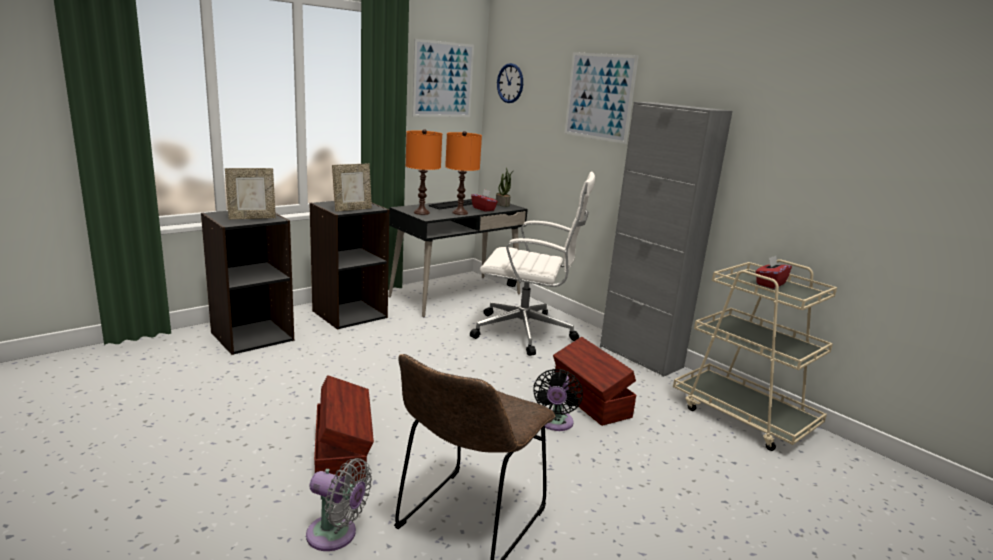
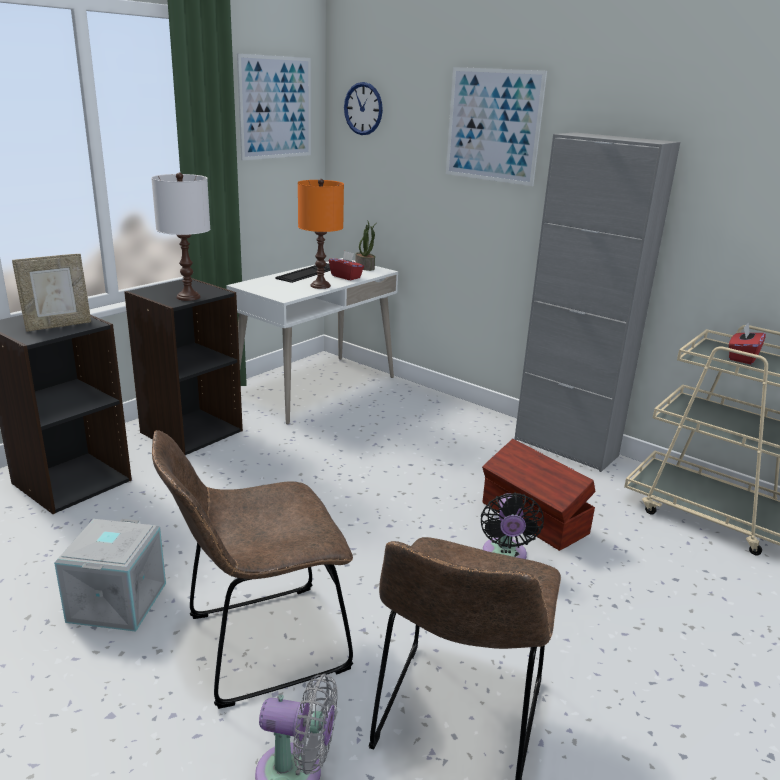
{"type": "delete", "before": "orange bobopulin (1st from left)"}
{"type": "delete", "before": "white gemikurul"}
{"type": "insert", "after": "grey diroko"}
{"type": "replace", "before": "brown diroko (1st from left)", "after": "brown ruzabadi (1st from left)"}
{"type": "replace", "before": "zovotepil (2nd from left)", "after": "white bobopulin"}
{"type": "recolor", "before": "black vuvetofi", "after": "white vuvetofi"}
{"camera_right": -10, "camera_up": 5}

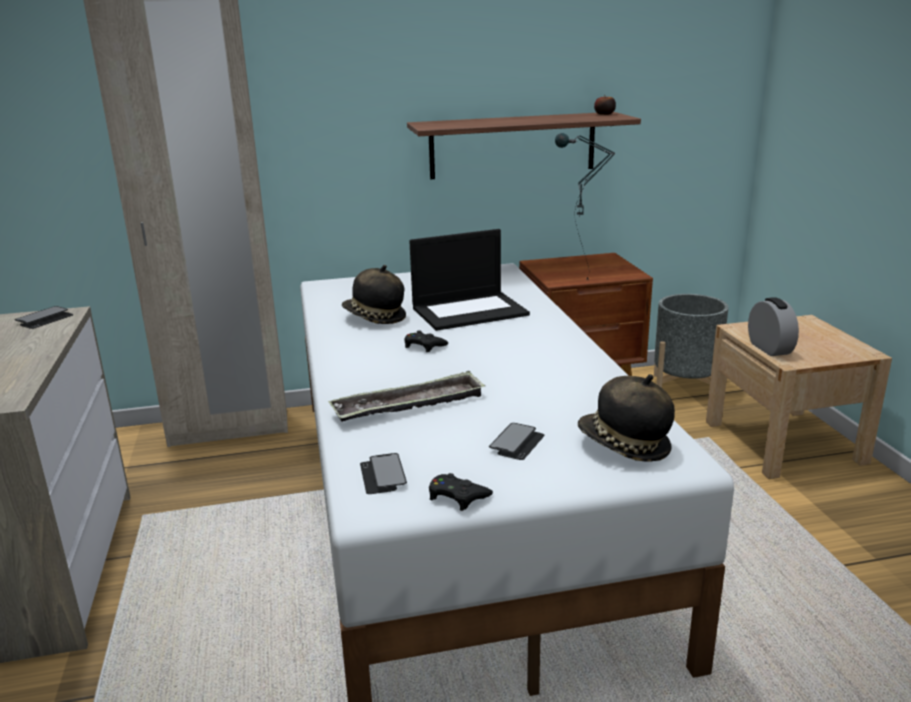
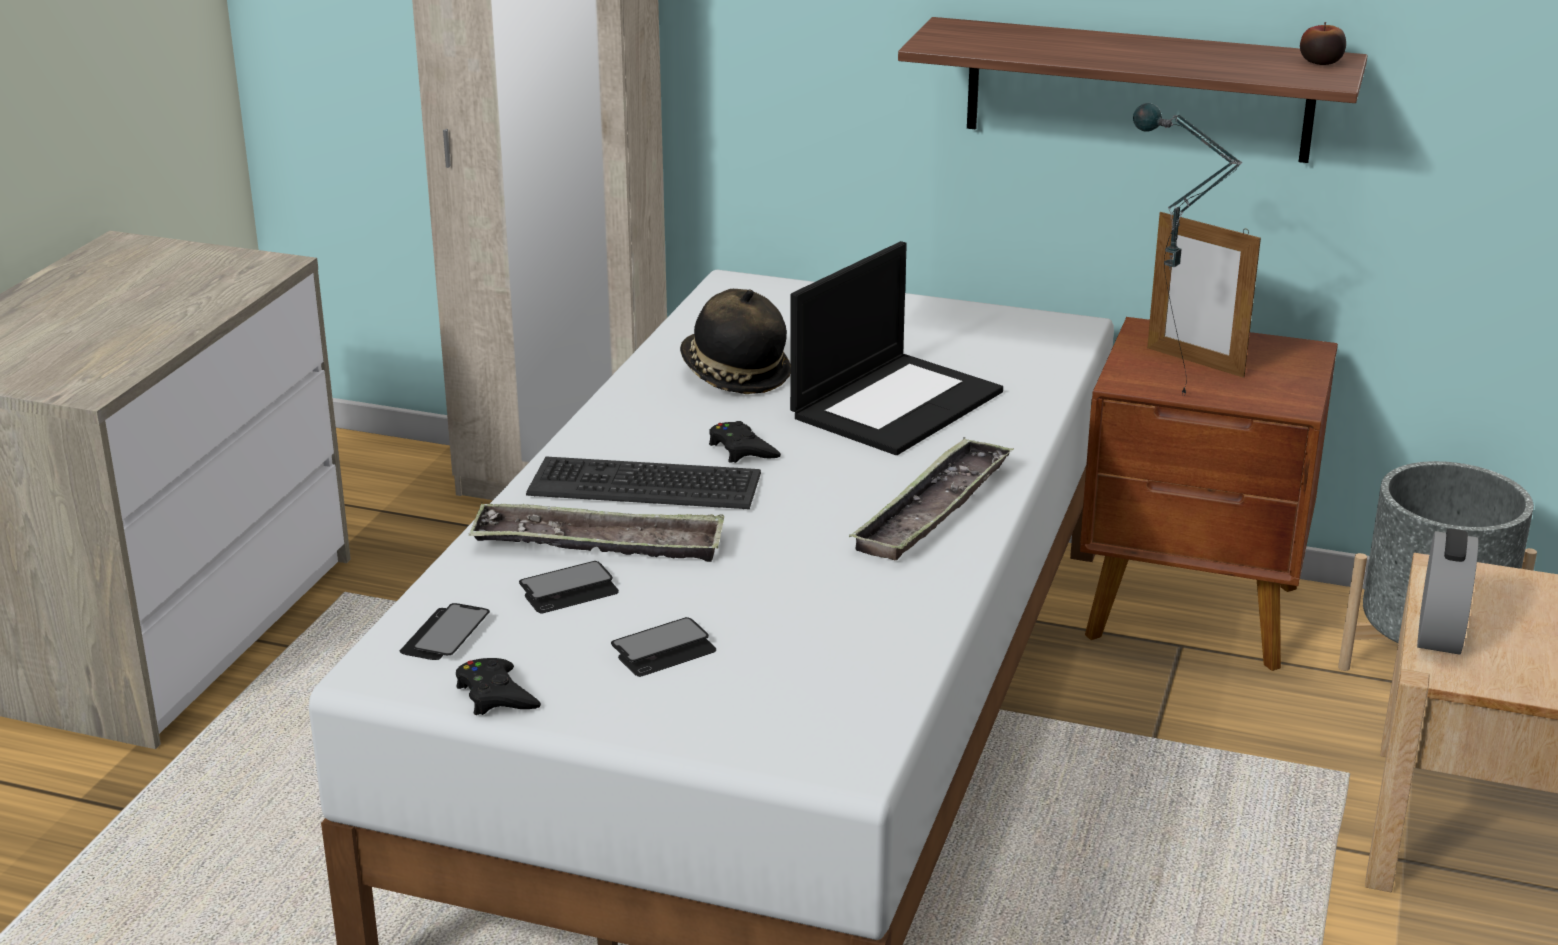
{"type": "delete", "before": "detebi (2nd from left)"}
{"type": "insert", "after": "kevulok"}
{"type": "insert", "after": "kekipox (2nd from left)"}
{"type": "insert", "after": "zovotepil"}
{"type": "move", "before": "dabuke (1st from left in the first image)", "after": "dabuke (2nd from left)"}
{"type": "rotate", "before": "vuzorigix", "turn": -60}
{"camera_right": 30, "camera_up": 5}

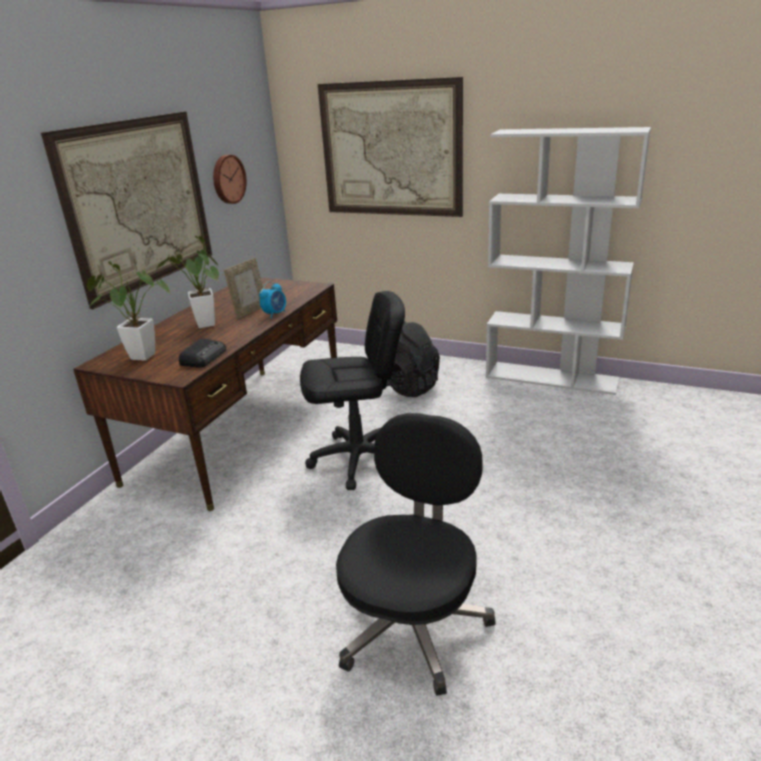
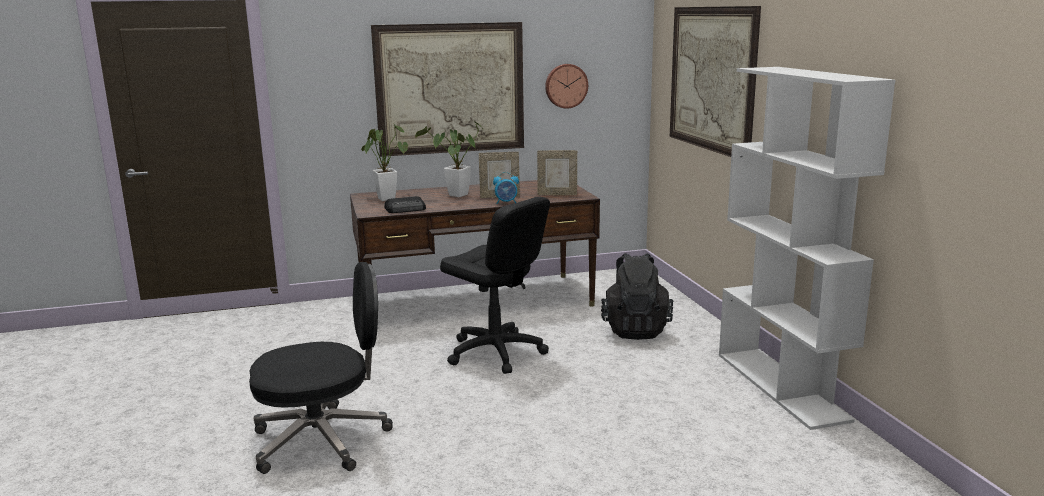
{"type": "insert", "after": "zovotepil (2nd from left)"}
{"camera_right": 50, "camera_up": -10}

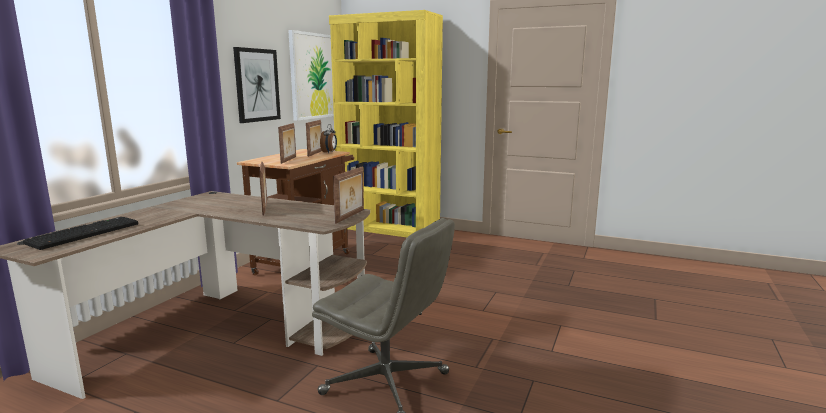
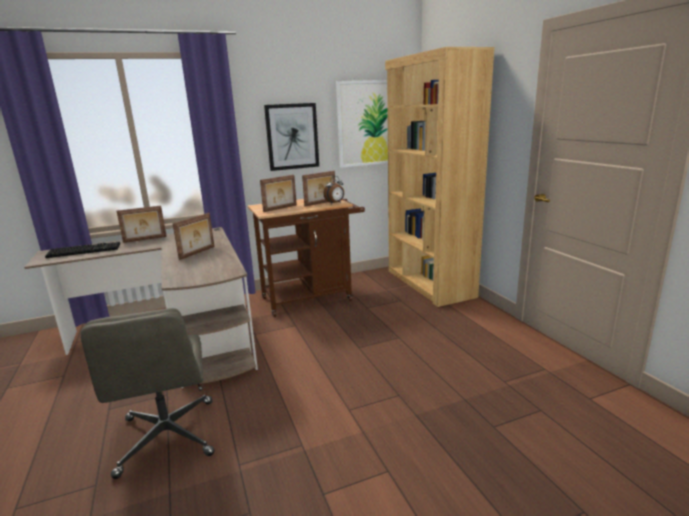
{"type": "move", "before": "zovotepil (4th from left in the first image)", "after": "zovotepil (1st from left)"}
{"type": "recolor", "before": "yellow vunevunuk", "after": "brown vunevunuk"}
{"camera_right": 45, "camera_up": 5}

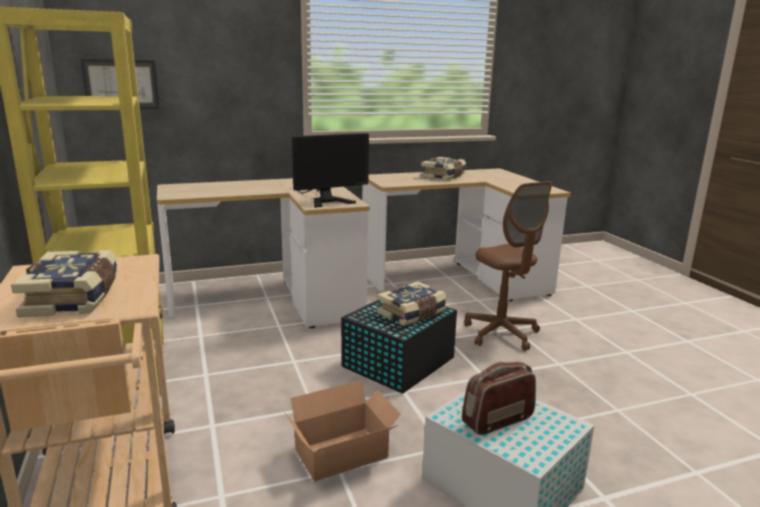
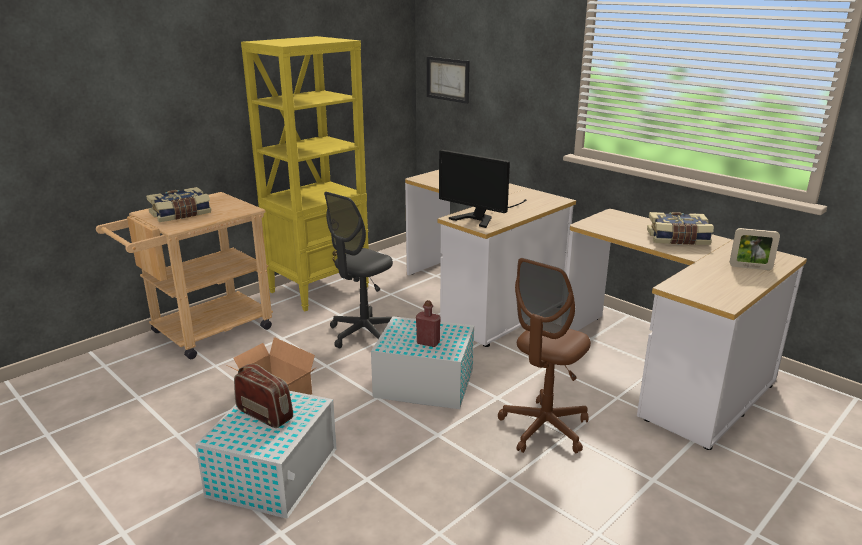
{"type": "insert", "after": "grey gemikurul"}
{"type": "insert", "after": "zovotepil"}
{"type": "replace", "before": "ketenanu (2nd from left)", "after": "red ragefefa"}
{"type": "recolor", "before": "black diroko", "after": "white diroko (2nd from left)"}
{"camera_right": 65, "camera_up": 5}

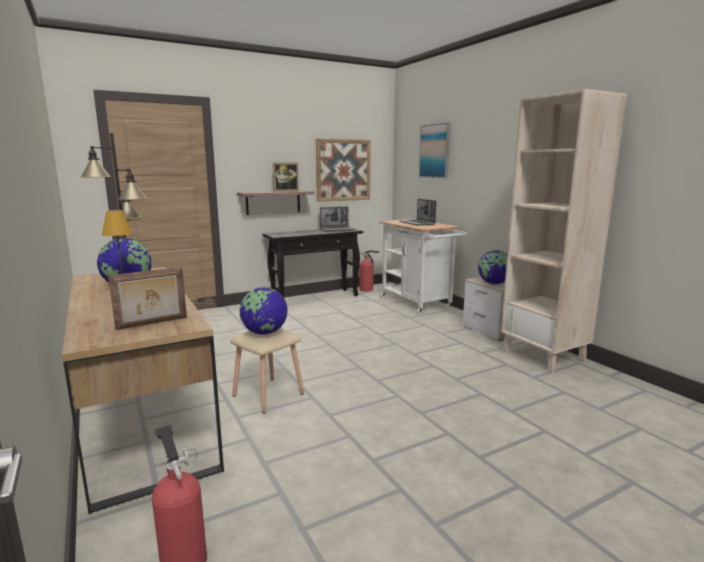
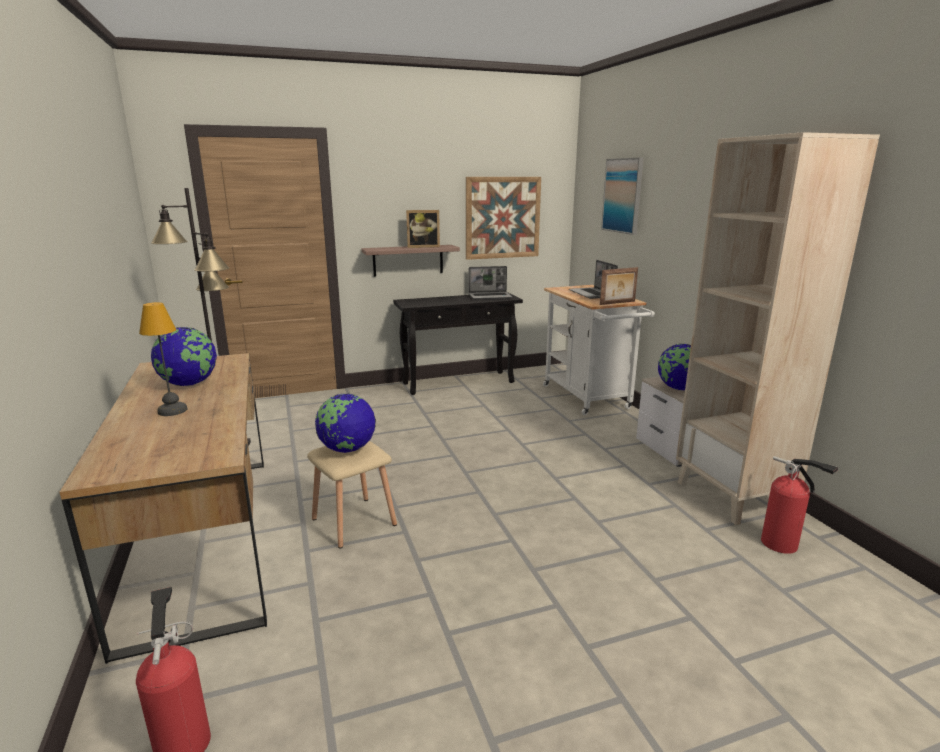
{"type": "move", "before": "zovotepil (1st from left in the first image)", "after": "zovotepil (2nd from left)"}
{"type": "move", "before": "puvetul (2nd from left)"}
{"camera_right": 10, "camera_up": 5}

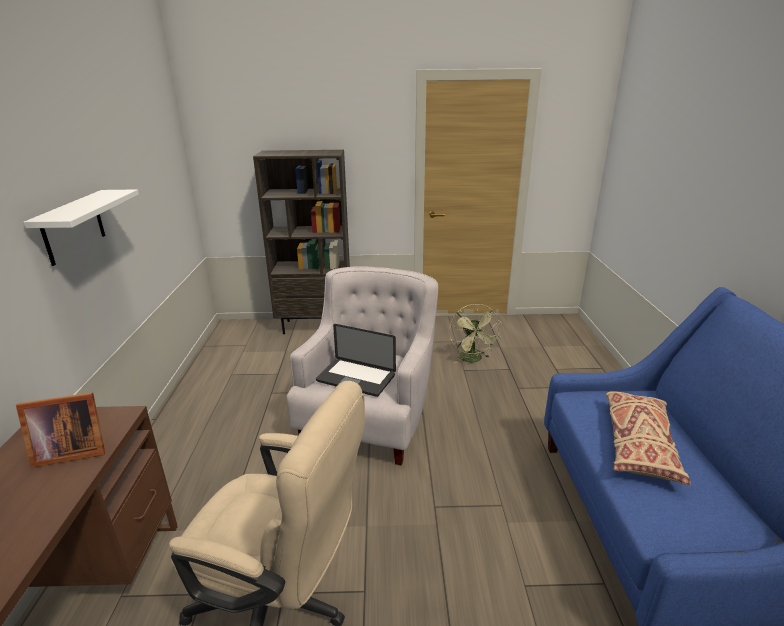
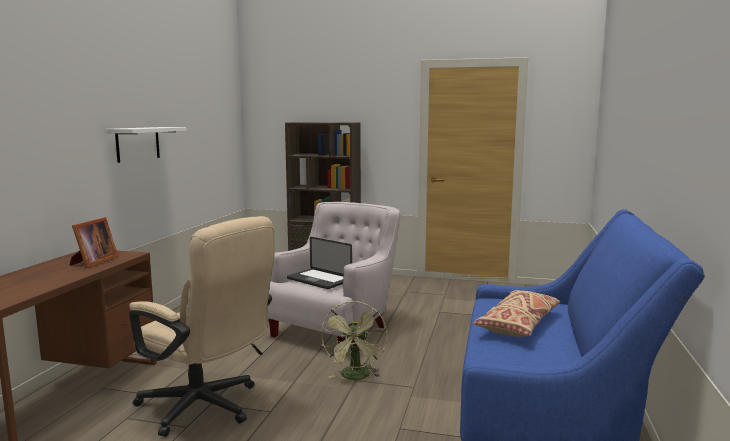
{"type": "move", "before": "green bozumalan"}
{"type": "rotate", "before": "zovotepil", "turn": -75}
{"camera_right": 15, "camera_up": -15}

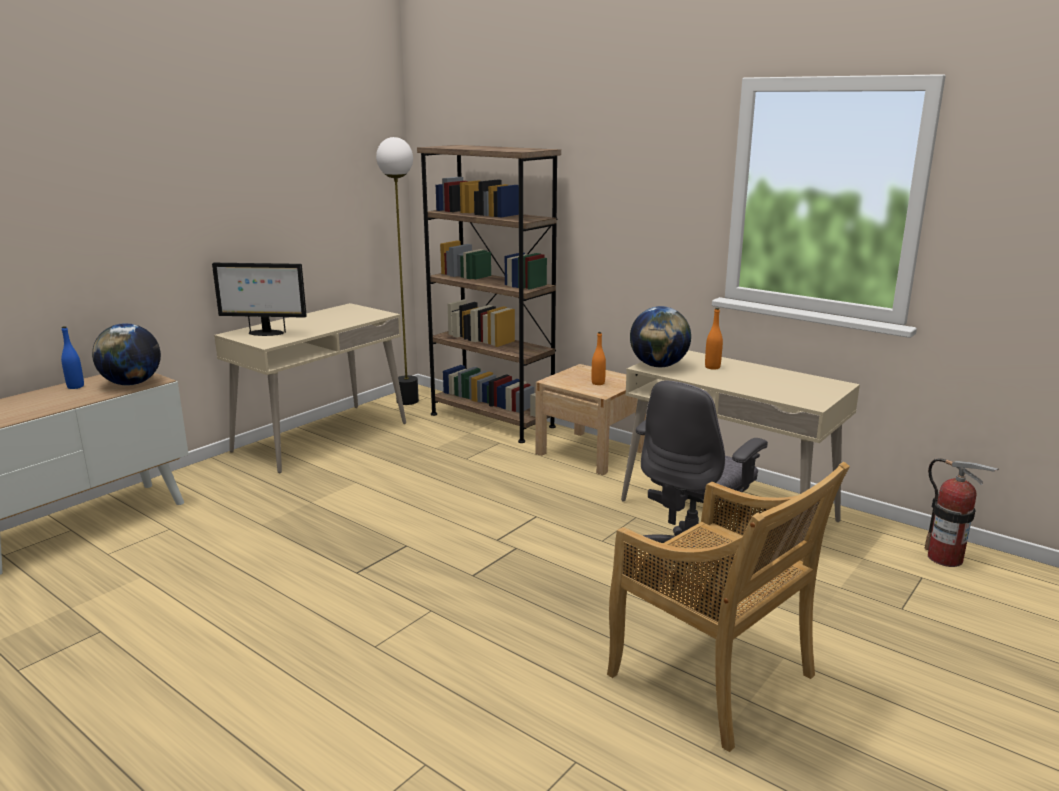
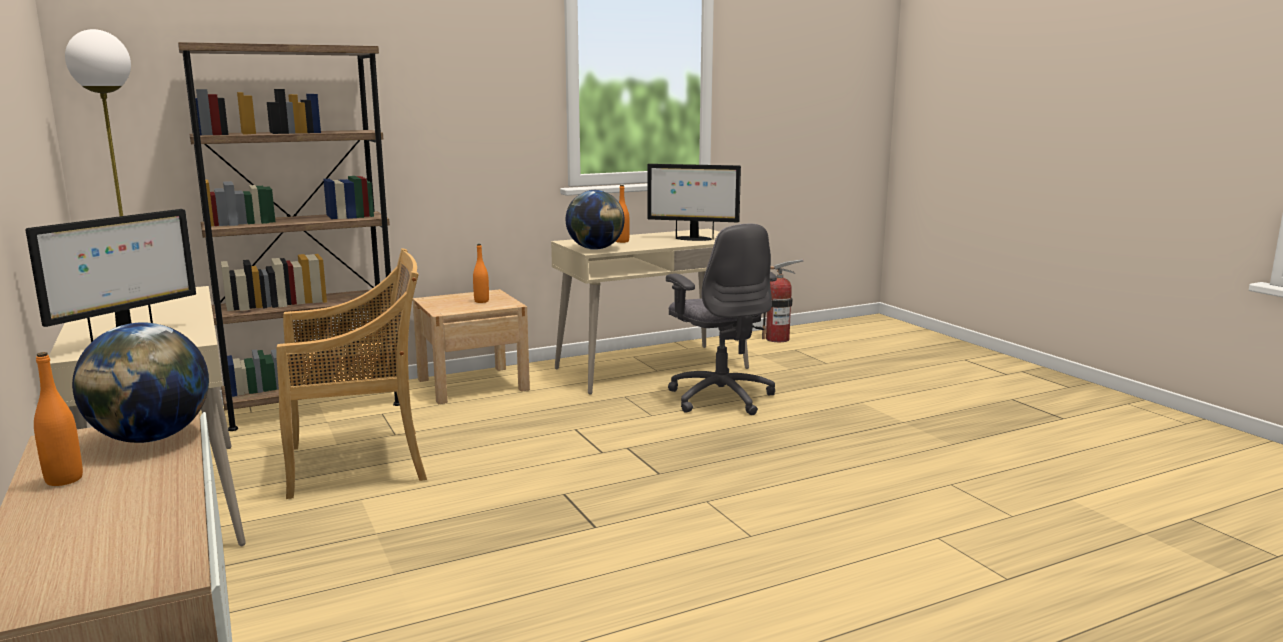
{"type": "insert", "after": "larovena (2nd from left)"}
{"type": "move", "before": "beige ruzabadi"}
{"type": "recolor", "before": "blue ragefefa", "after": "orange ragefefa (1st from left)"}
{"camera_right": -65, "camera_up": -5}

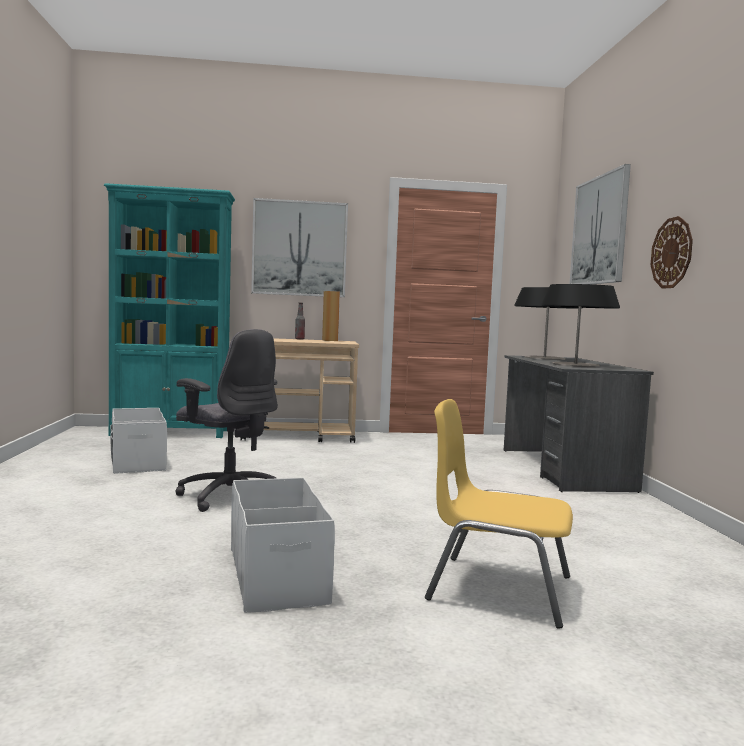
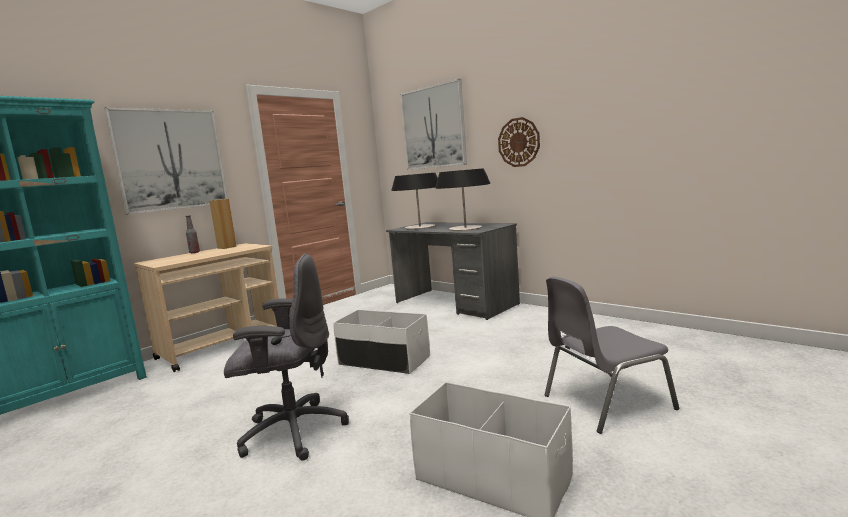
{"type": "move", "before": "white diroko (1st from left)"}
{"type": "recolor", "before": "yellow ruzabadi", "after": "grey ruzabadi"}
{"camera_right": -40, "camera_up": 5}

